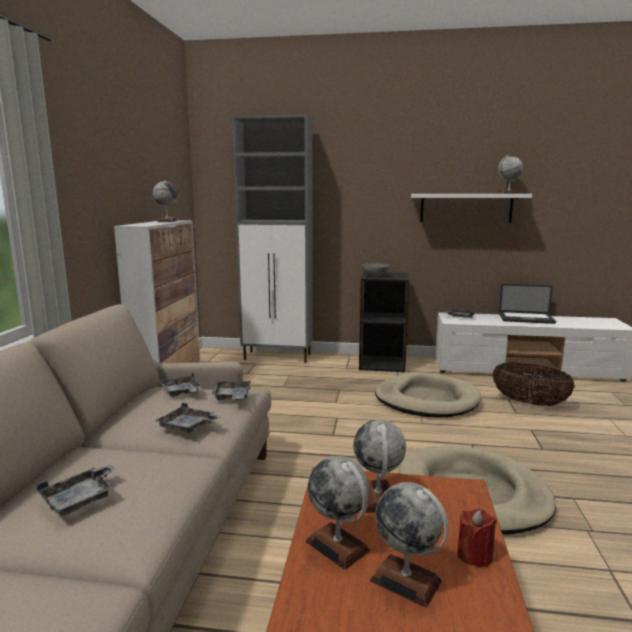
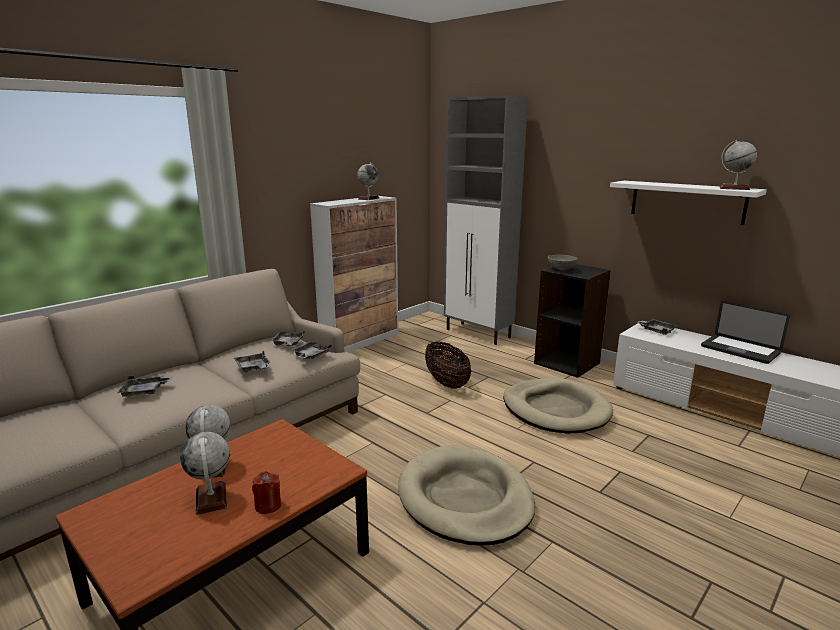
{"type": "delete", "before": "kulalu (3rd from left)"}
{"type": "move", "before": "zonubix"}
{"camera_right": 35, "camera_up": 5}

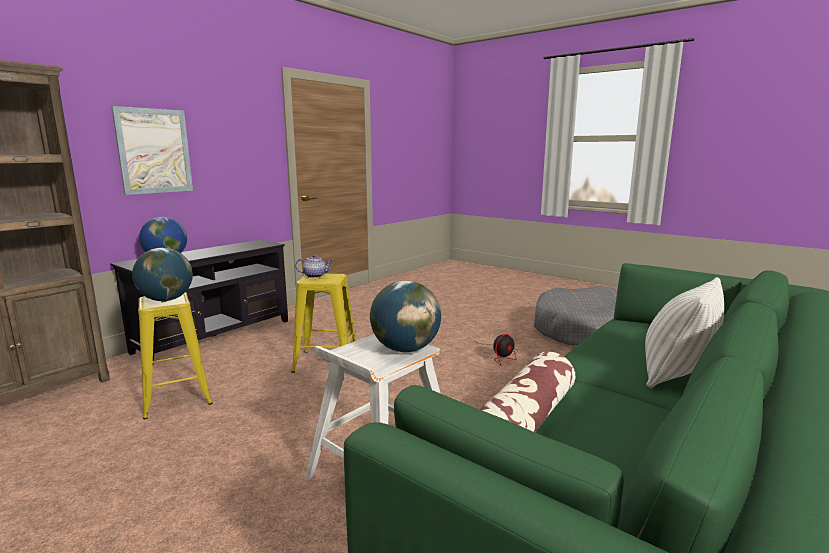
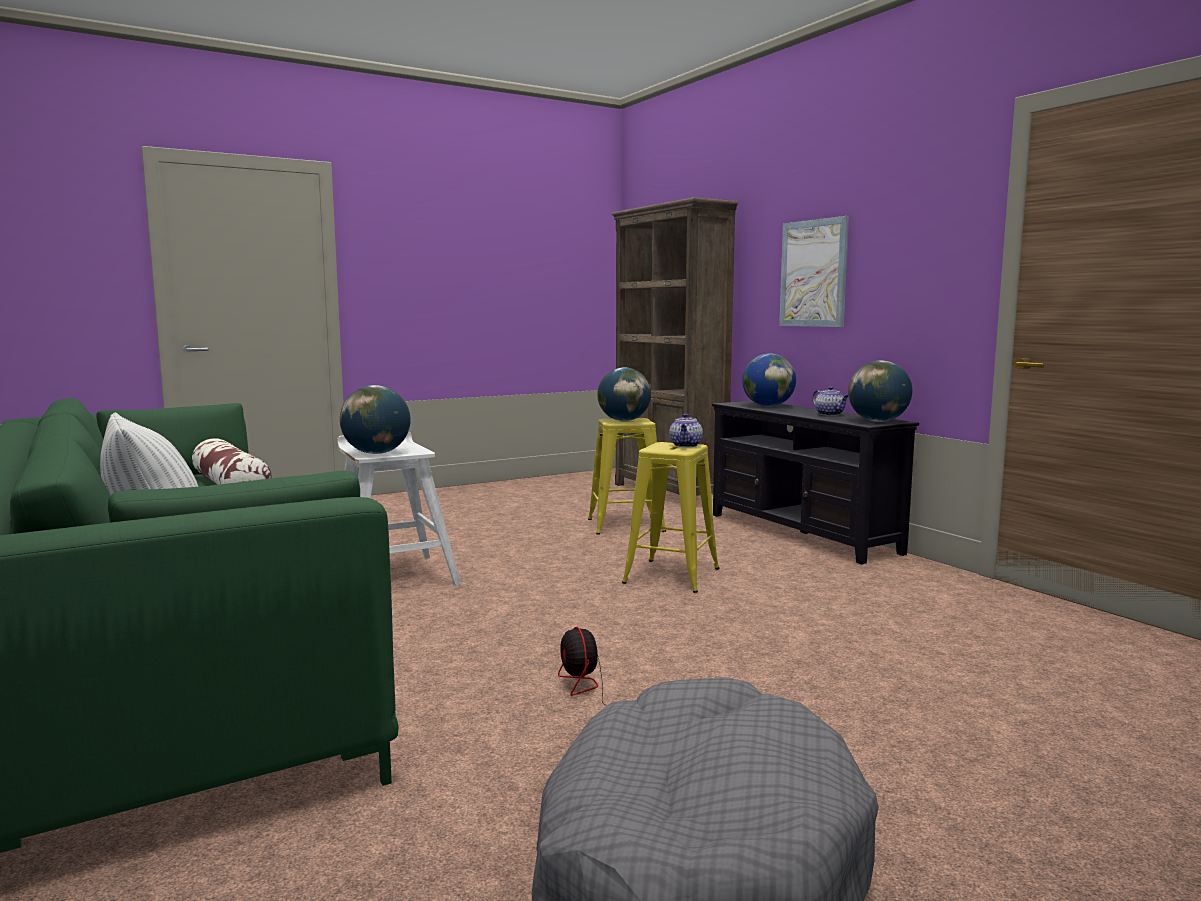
{"type": "insert", "after": "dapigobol (2nd from left)"}
{"type": "insert", "after": "kulalu (4th from left)"}
{"camera_right": 110, "camera_up": -5}

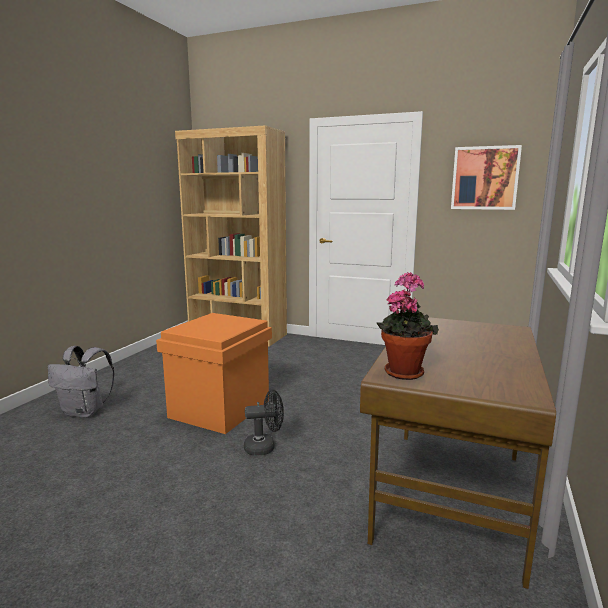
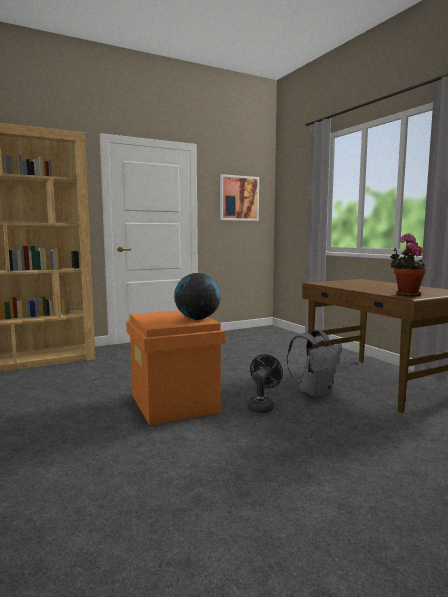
{"type": "insert", "after": "kulalu"}
{"type": "move", "before": "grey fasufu"}
{"camera_right": -50, "camera_up": -5}

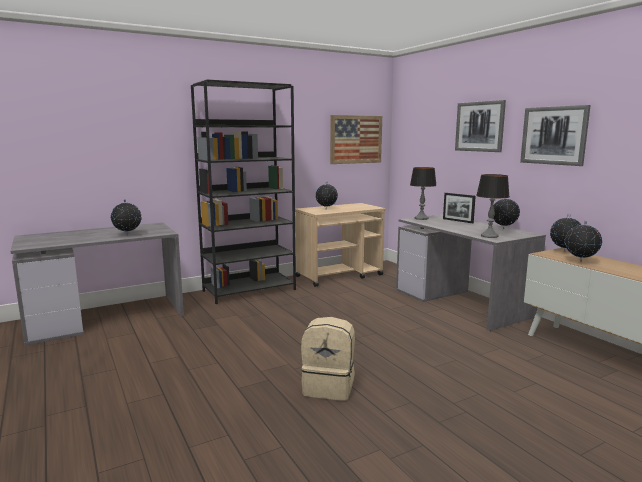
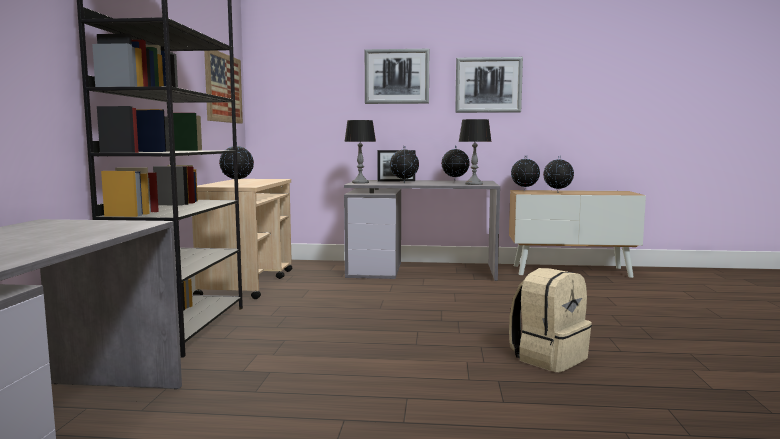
{"type": "move", "before": "kulalu (1st from left in the first image)", "after": "kulalu (2nd from left)"}
{"camera_right": -55, "camera_up": -5}

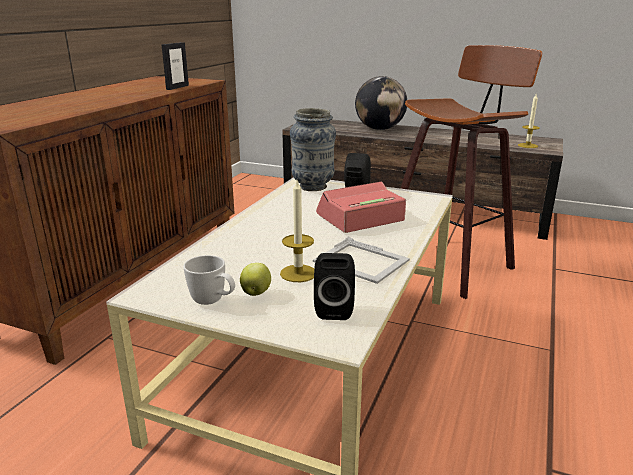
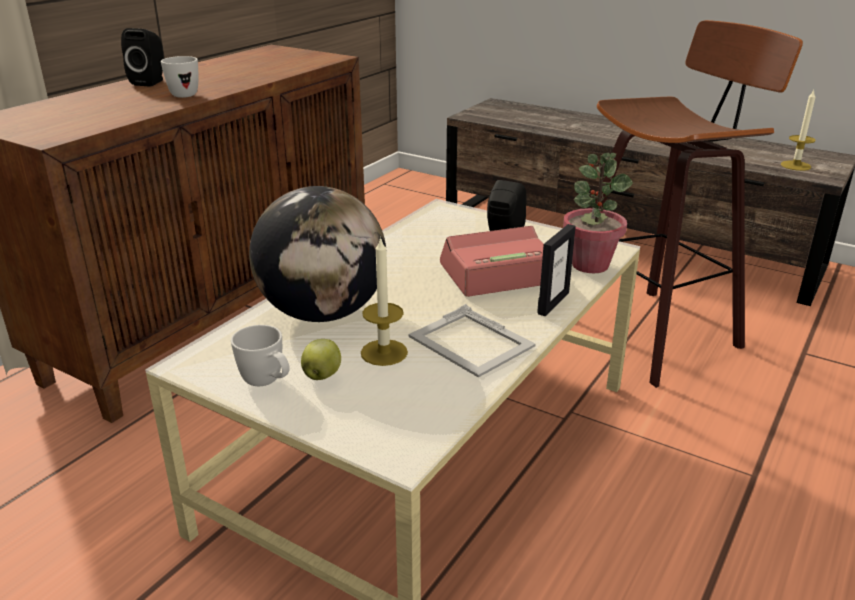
{"type": "delete", "before": "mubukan"}
{"type": "insert", "after": "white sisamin (1st from left)"}
{"type": "insert", "after": "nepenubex"}
{"type": "move", "before": "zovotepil (1st from left in the first image)", "after": "zovotepil (2nd from left)"}
{"type": "move", "before": "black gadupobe (1st from left)"}
{"type": "move", "before": "kulalu"}
{"camera_right": 10, "camera_up": 5}

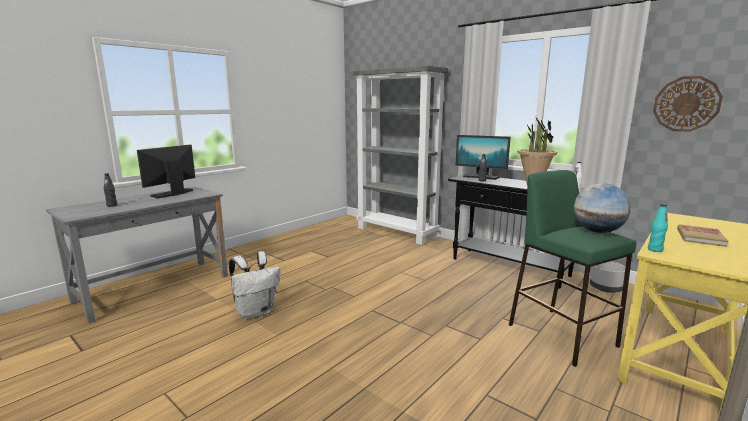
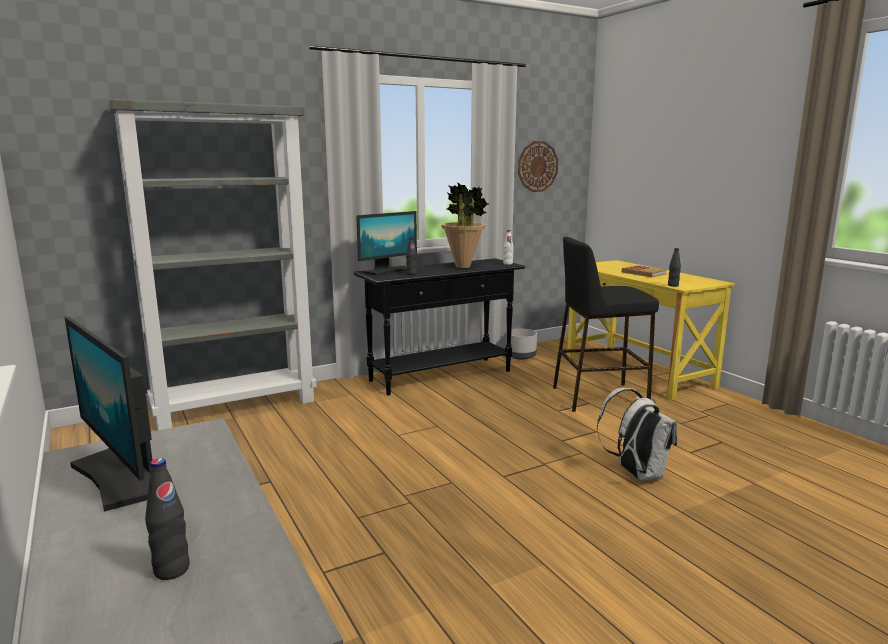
{"type": "delete", "before": "kulalu"}
{"type": "move", "before": "white fasufu"}
{"type": "recolor", "before": "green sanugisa", "after": "black sanugisa"}
{"type": "recolor", "before": "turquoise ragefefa", "after": "black ragefefa (3rd from left)"}
{"camera_right": -70, "camera_up": 0}

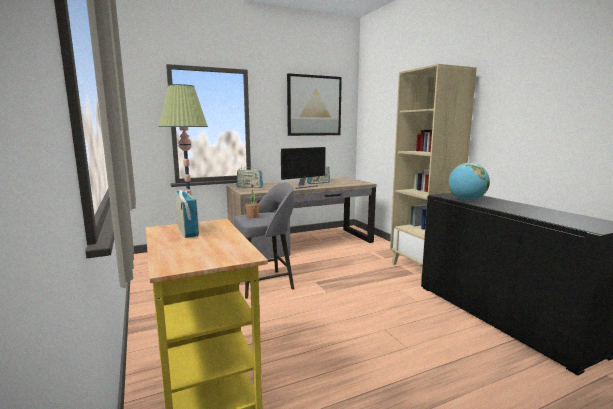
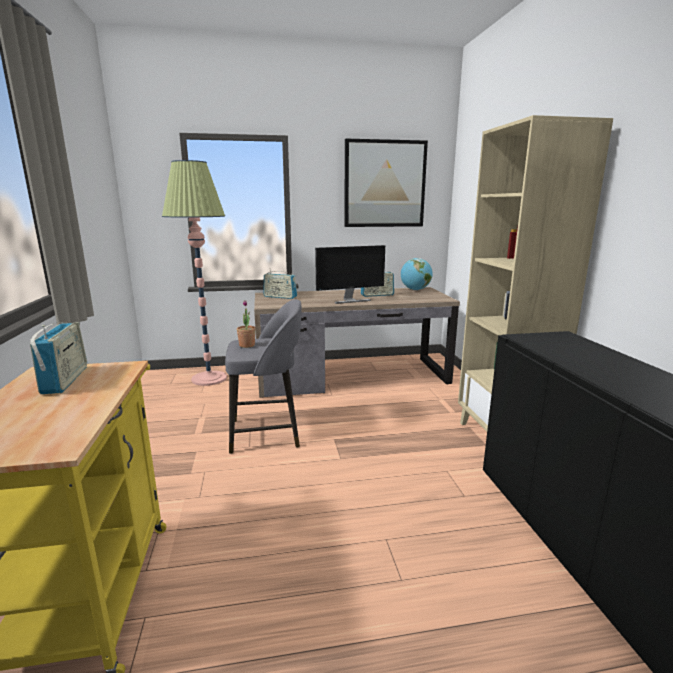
{"type": "move", "before": "kulalu"}
{"camera_right": 15, "camera_up": 5}

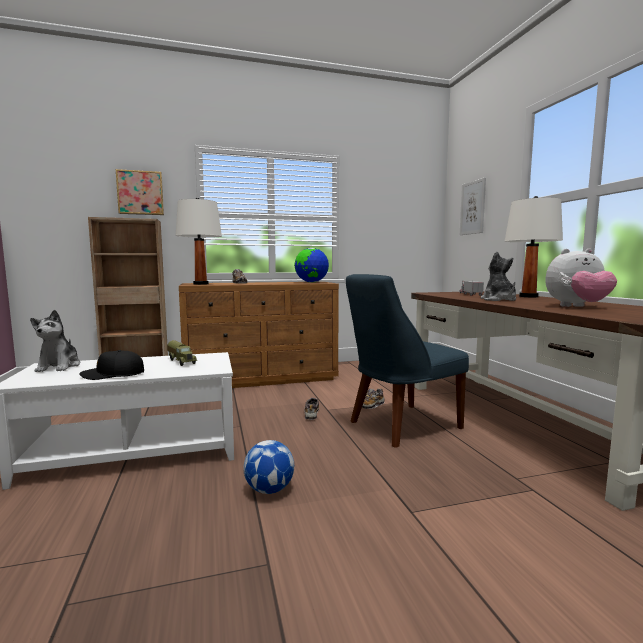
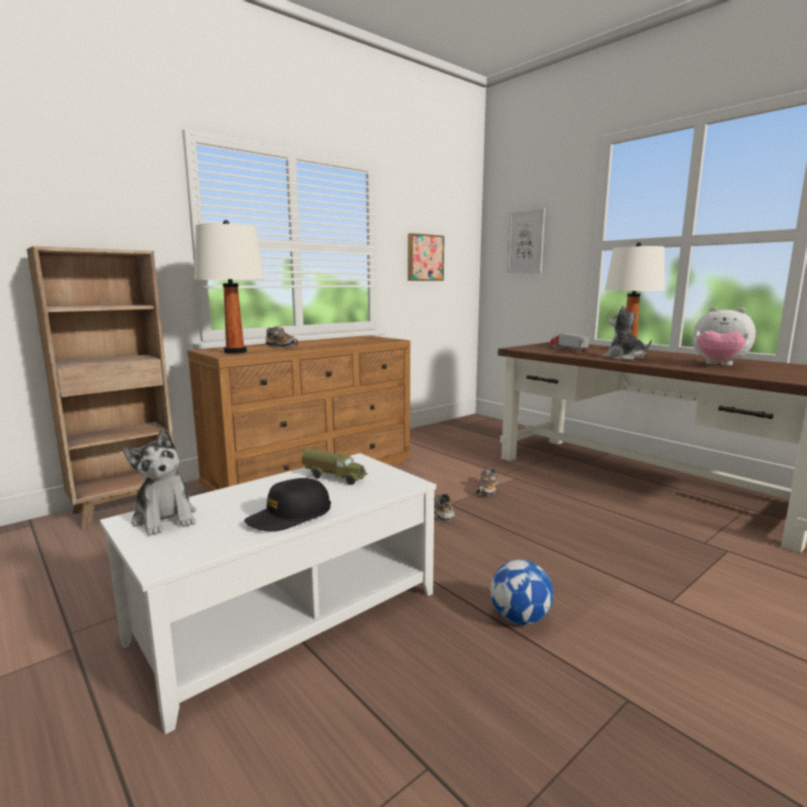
{"type": "delete", "before": "kulalu"}
{"type": "delete", "before": "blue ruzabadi"}
{"type": "move", "before": "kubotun (1st from left)"}
{"type": "rotate", "before": "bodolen (3rd from left)", "turn": 60}
{"camera_right": -25, "camera_up": 5}

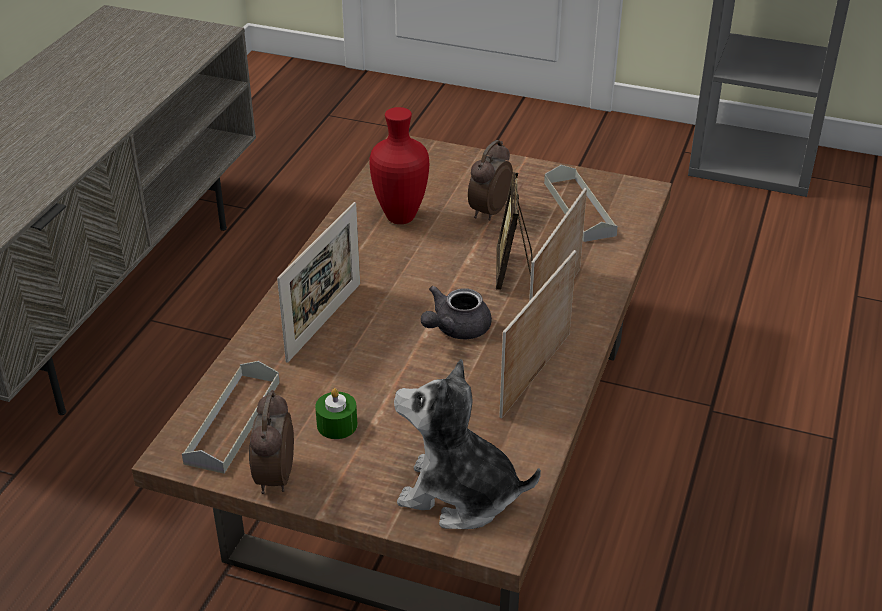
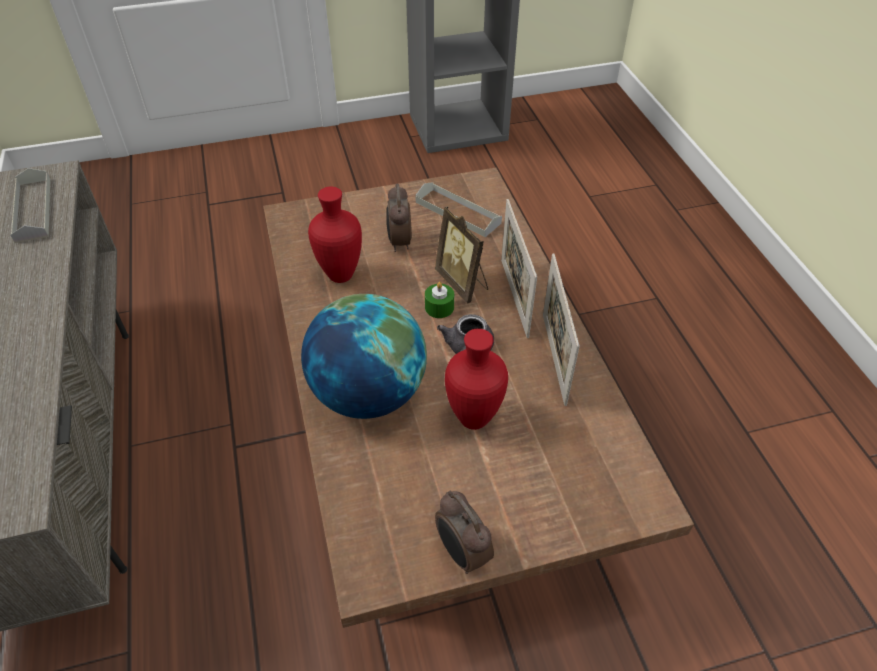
{"type": "delete", "before": "bodolen"}
{"type": "insert", "after": "red mubukan (2nd from left)"}
{"type": "move", "before": "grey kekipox (1st from left)"}
{"type": "move", "before": "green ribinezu"}
{"type": "replace", "before": "zovotepil (1st from left)", "after": "kulalu"}
{"camera_right": -35, "camera_up": 10}

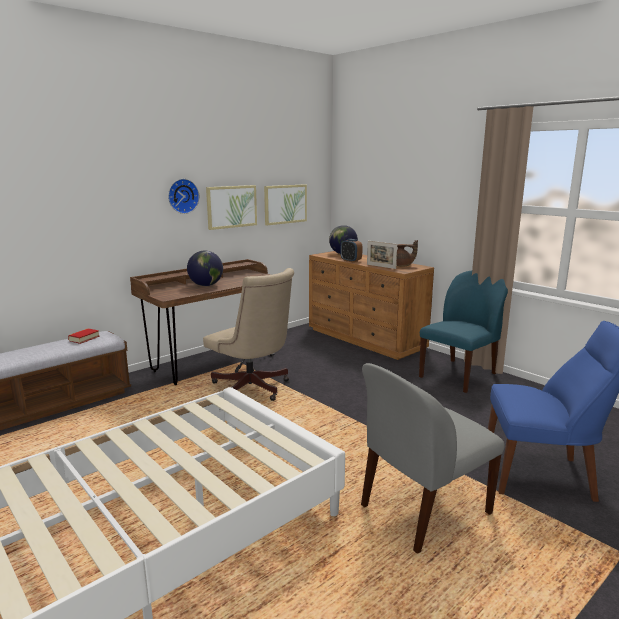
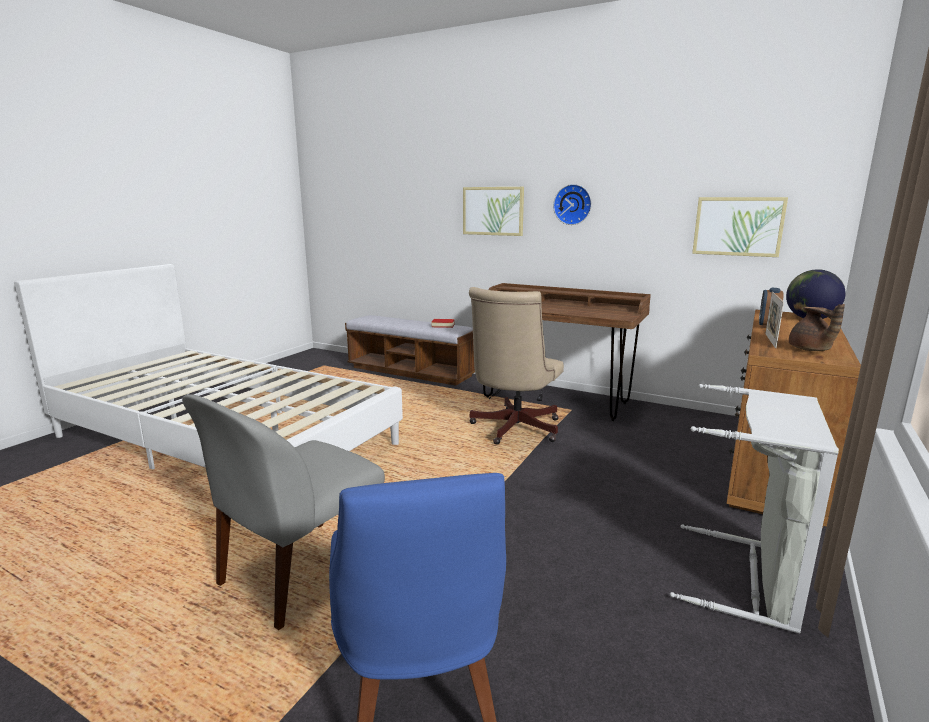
{"type": "delete", "before": "kulalu (1st from left)"}
{"type": "move", "before": "kubotun (1st from left)"}
{"type": "replace", "before": "blue ruzabadi (1st from left)", "after": "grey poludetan"}
{"type": "rotate", "before": "grey ruzabadi", "turn": -90}
{"camera_right": 70, "camera_up": 0}

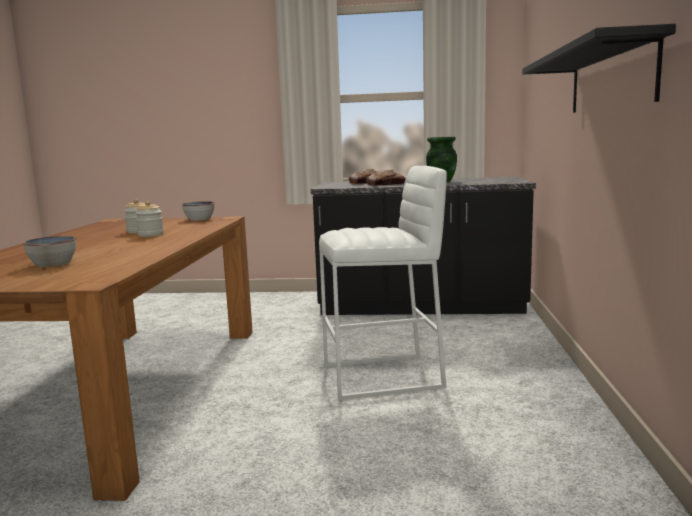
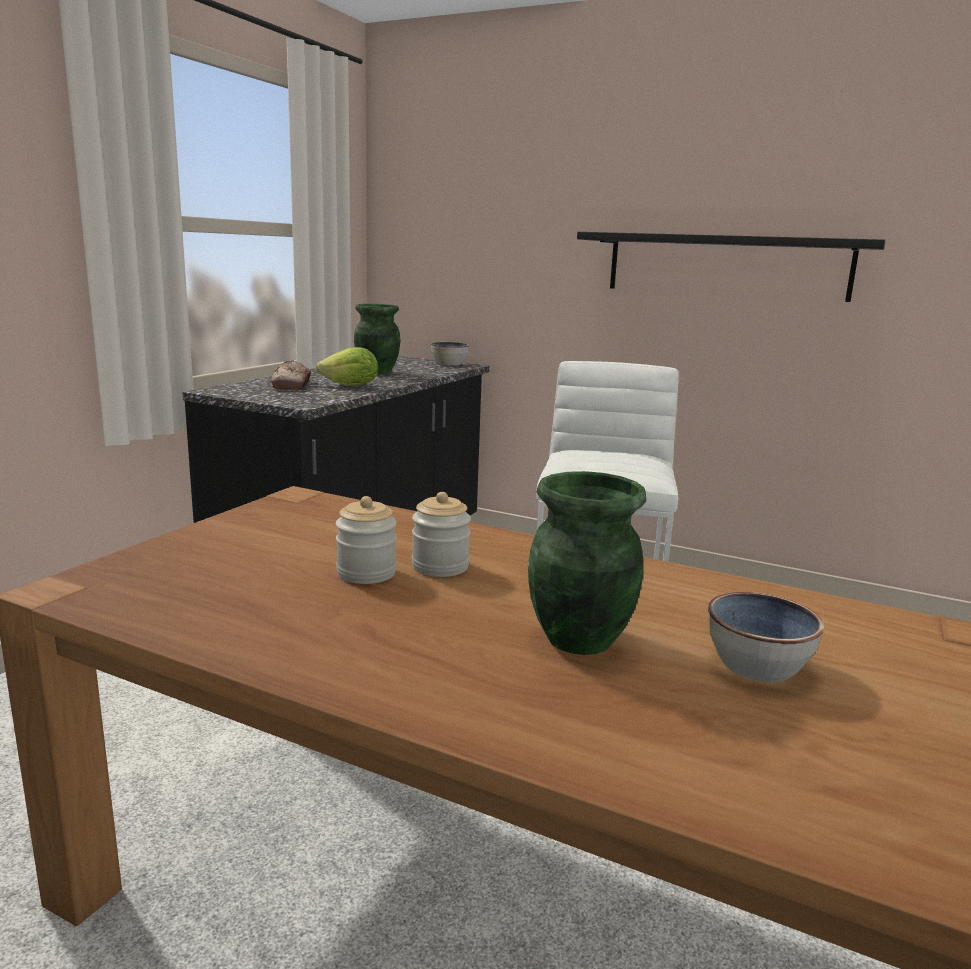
{"type": "insert", "after": "green mubukan (2nd from left)"}
{"type": "move", "before": "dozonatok (2nd from left in the first image)", "after": "dozonatok (1st from left)"}
{"type": "replace", "before": "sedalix (2nd from left)", "after": "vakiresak"}
{"camera_right": -70, "camera_up": 5}

